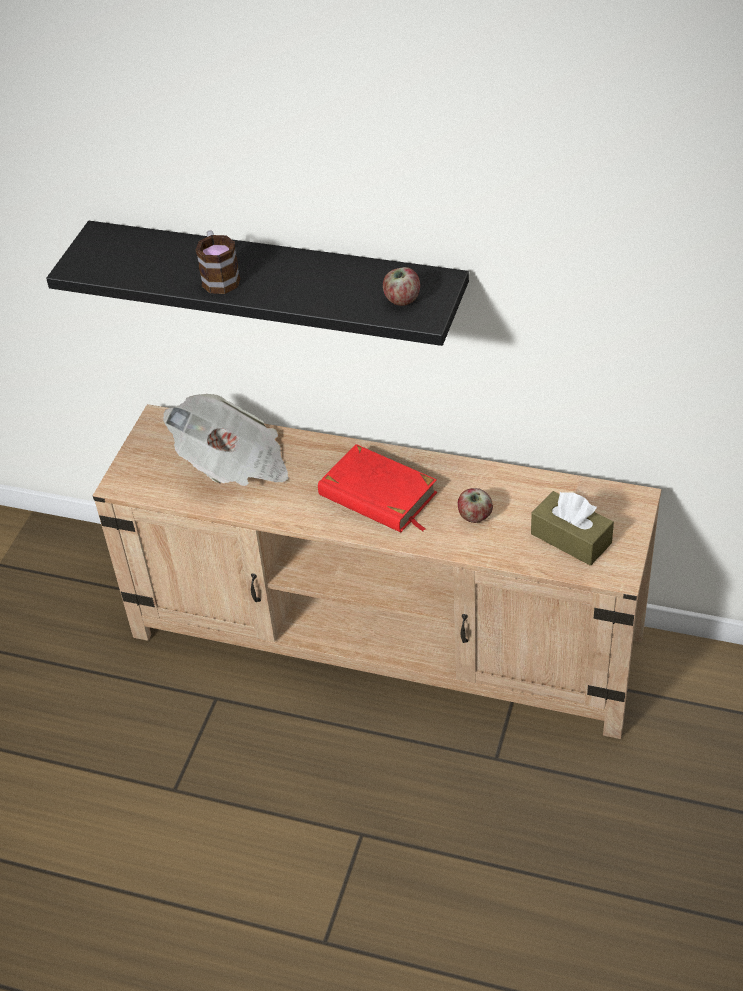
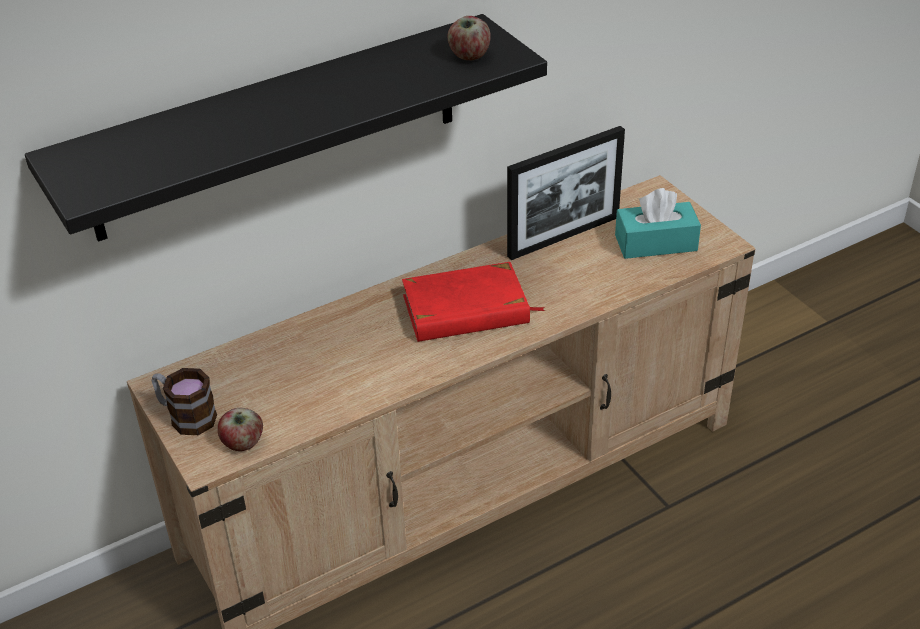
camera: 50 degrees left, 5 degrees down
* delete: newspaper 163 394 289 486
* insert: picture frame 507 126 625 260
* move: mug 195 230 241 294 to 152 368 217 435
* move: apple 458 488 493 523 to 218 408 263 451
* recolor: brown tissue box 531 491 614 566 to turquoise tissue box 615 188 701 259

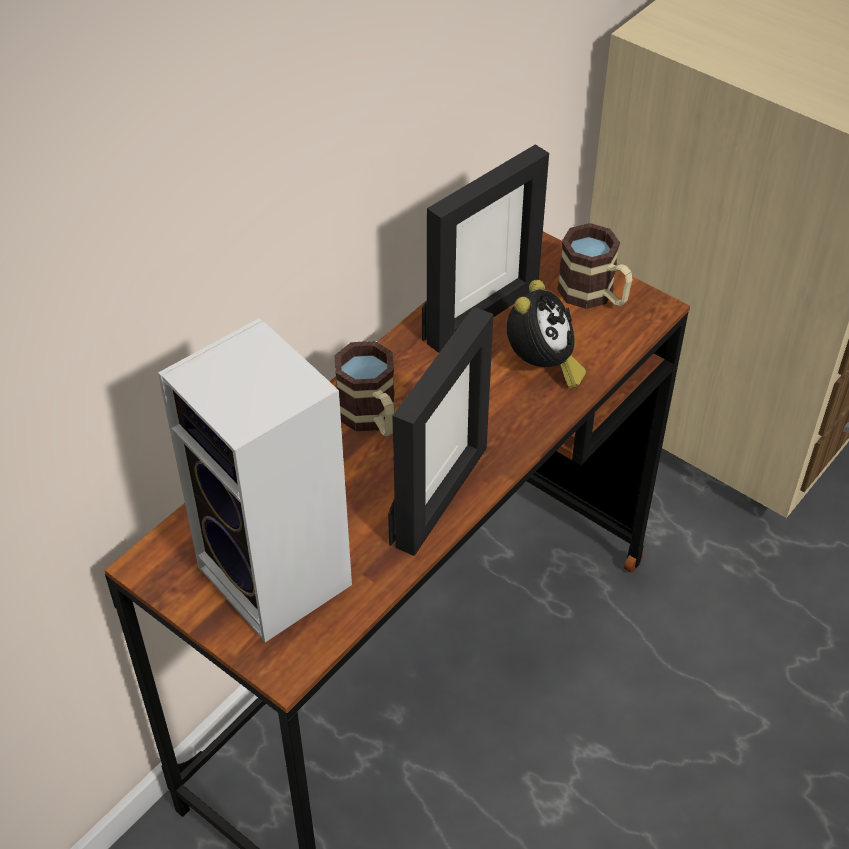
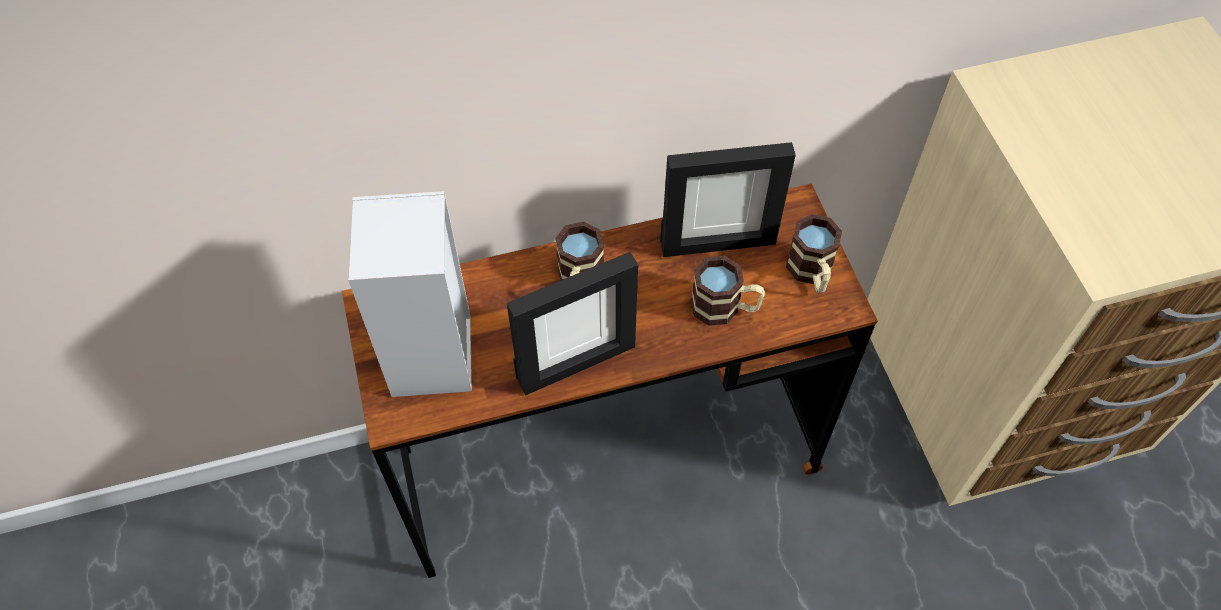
camera: 35 degrees right, 10 degrees up
* replace: alarm clock 507 280 586 388 to mug 691 256 765 326

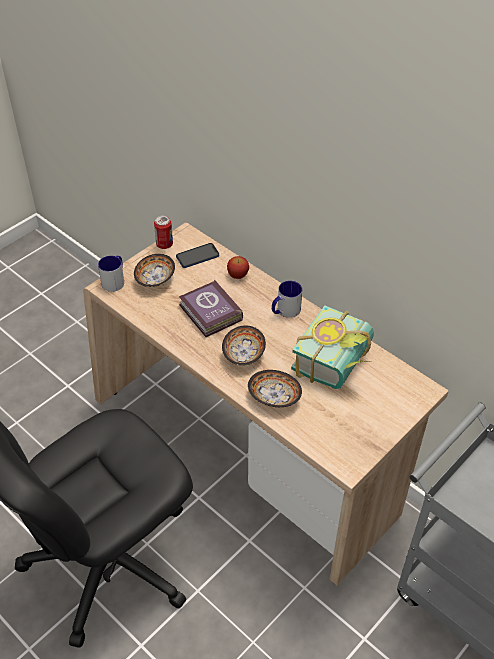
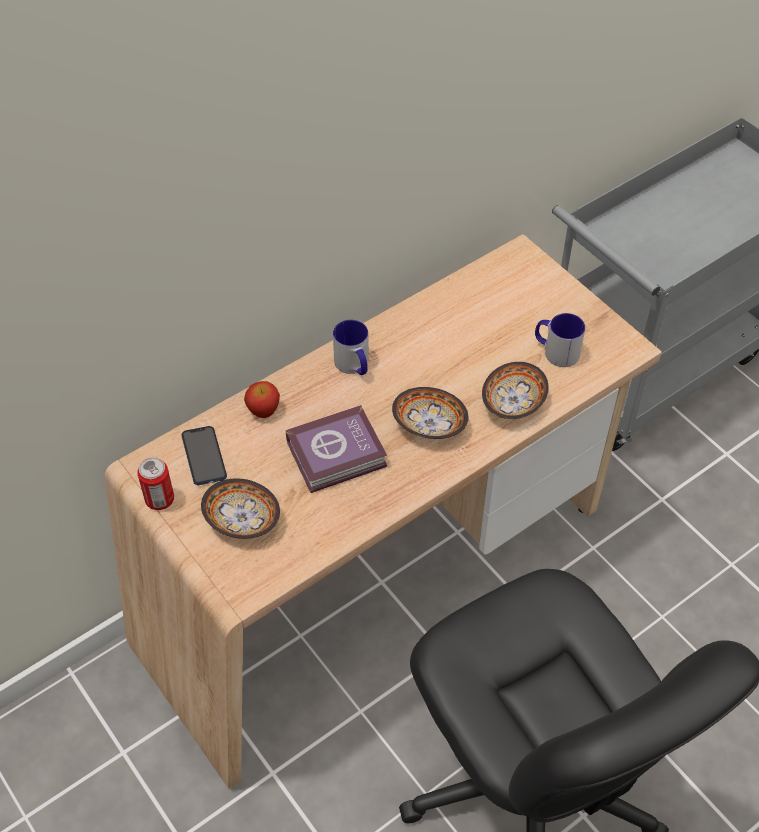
camera: 80 degrees left, 5 degrees up
* delete: book 291 305 374 389
* move: mug 98 256 124 292 to 535 313 585 367

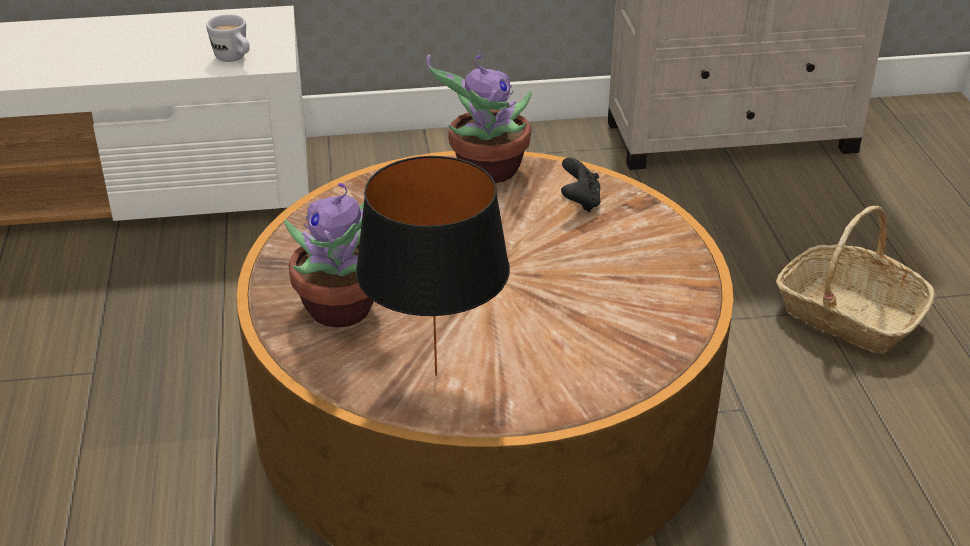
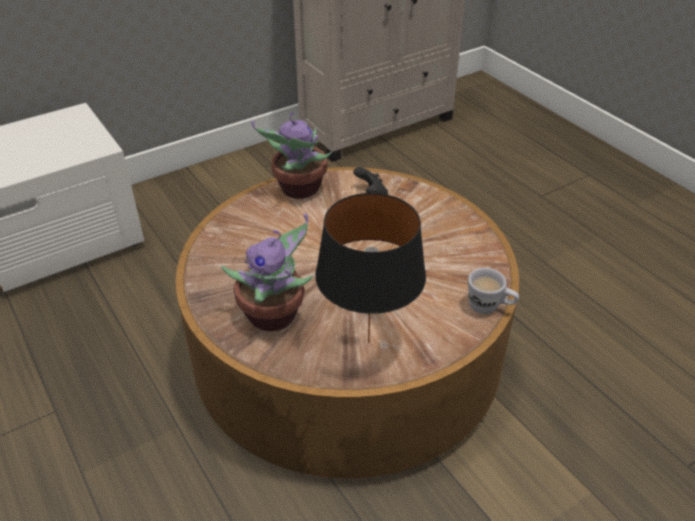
camera: 25 degrees left, 5 degrees up
* delete: basket 776 206 935 354
* move: white mug 206 14 250 62 to 468 268 519 314

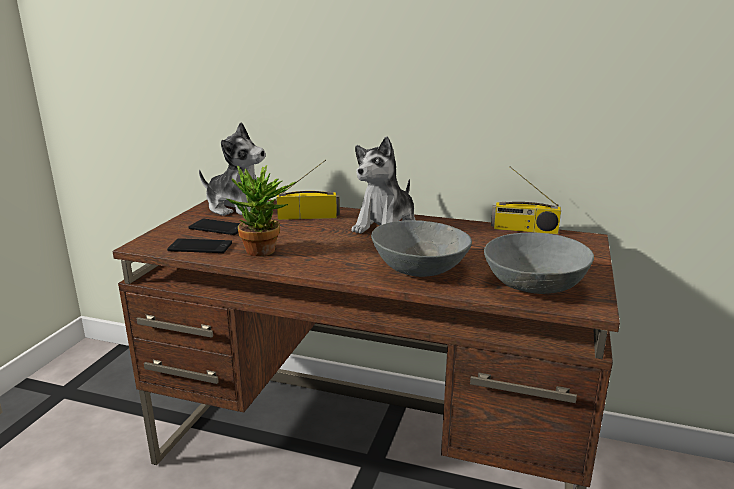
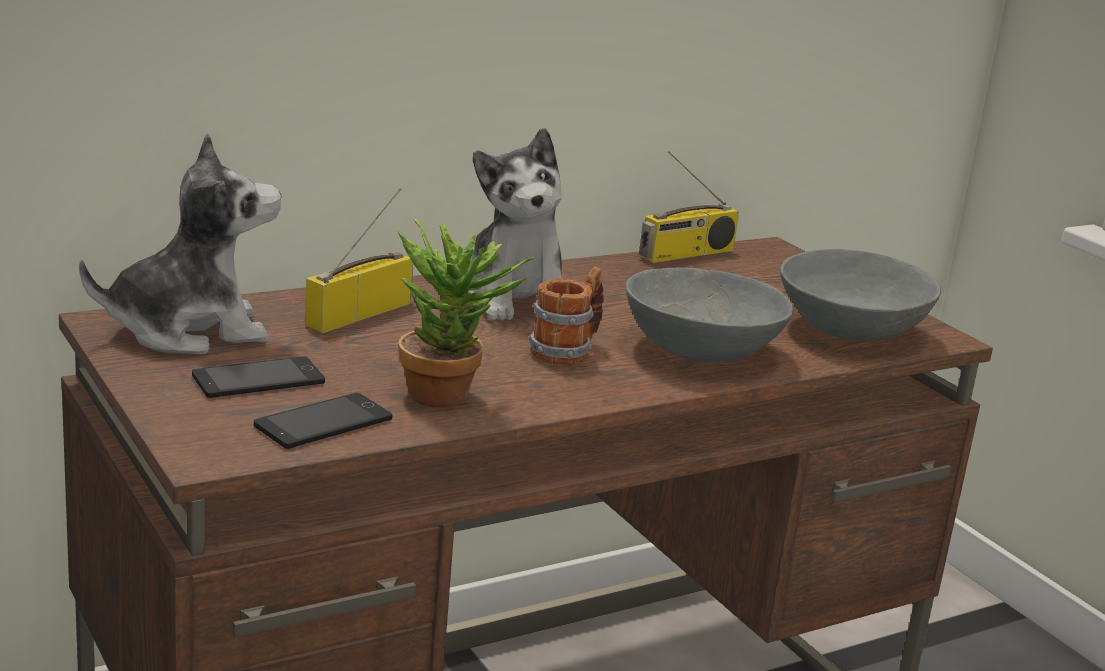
camera: 50 degrees left, 0 degrees up
* insert: mug 529 266 604 365

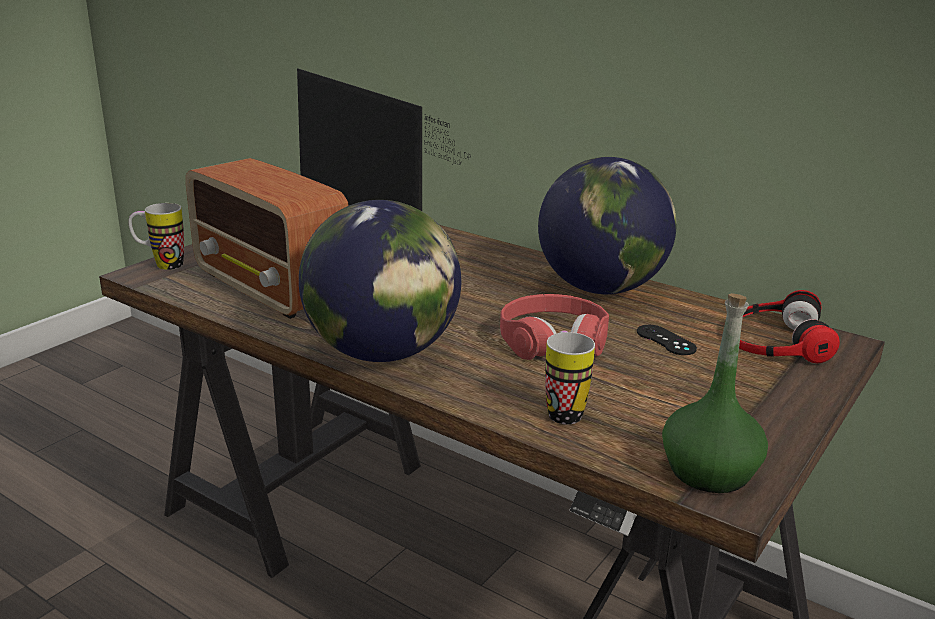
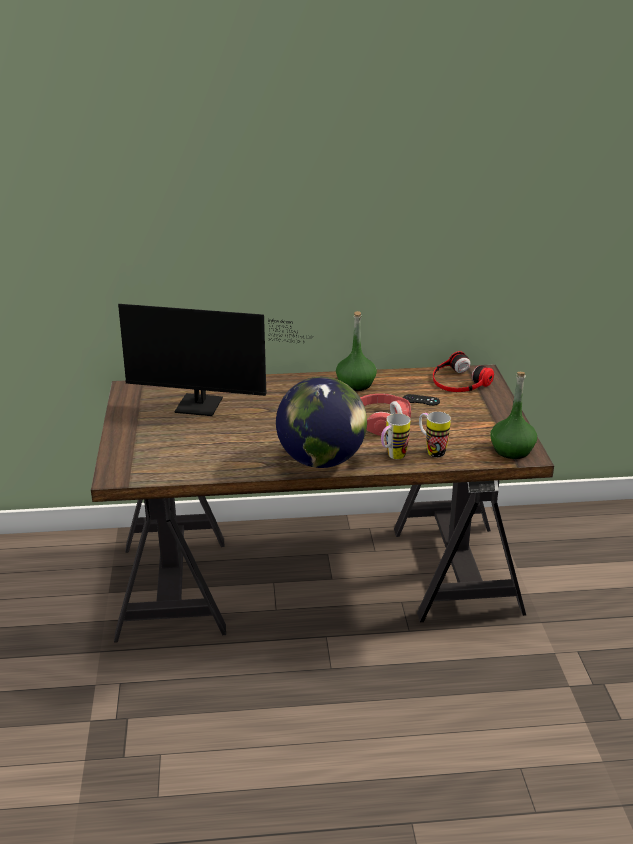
camera: 40 degrees left, 5 degrees up
* delete: radio 186 158 349 319
* move: mug 129 203 184 270 to 381 413 410 459
* replace: globe 538 157 677 294 to green bottle 336 311 377 391

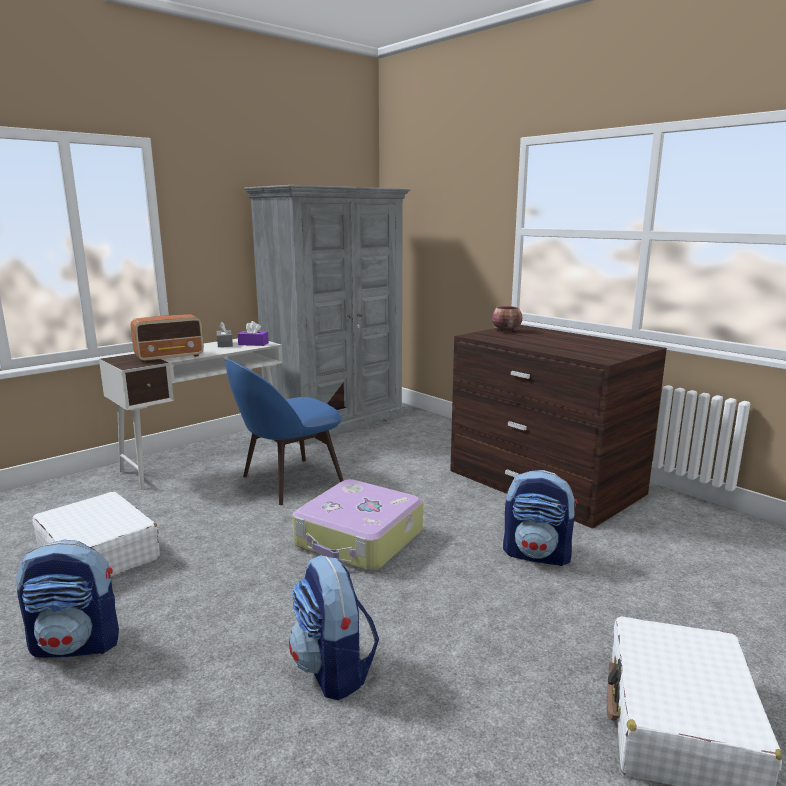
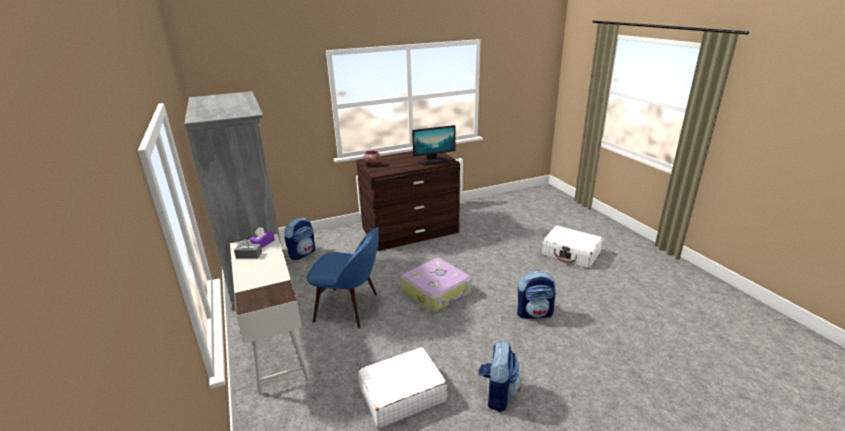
camera: 70 degrees left, 10 degrees up
* delete: radio 131 314 204 362
* insert: monitor 412 125 456 166
* move: backpack 503 470 578 566 to 284 217 315 260
* rotate: blue chair 225 359 344 505 = 306 227 379 328 60 degrees counterclockwise

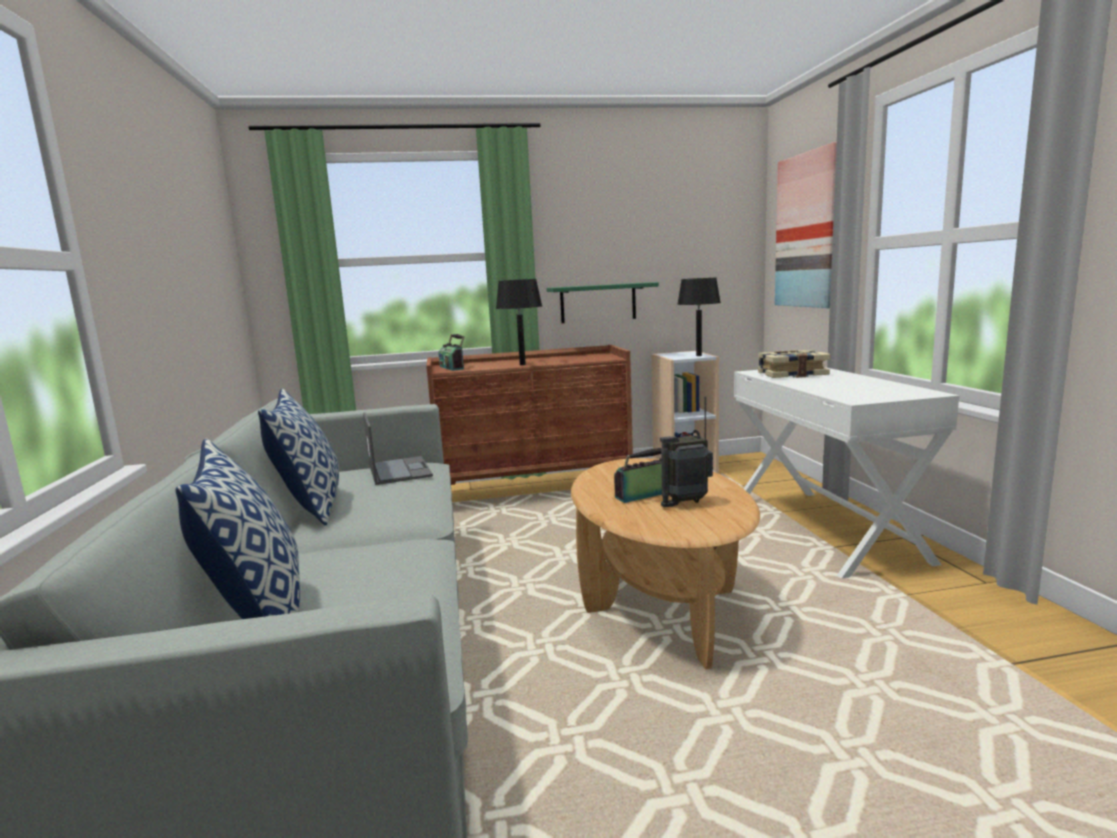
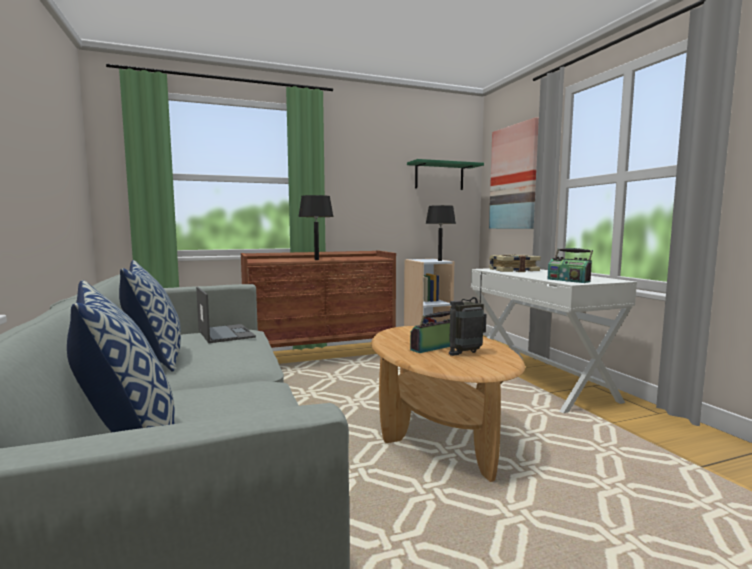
camera: 10 degrees left, 5 degrees down
* move: radio 438 334 465 371 to 548 248 593 283
* move: green shelf 547 282 659 323 to 407 159 484 190

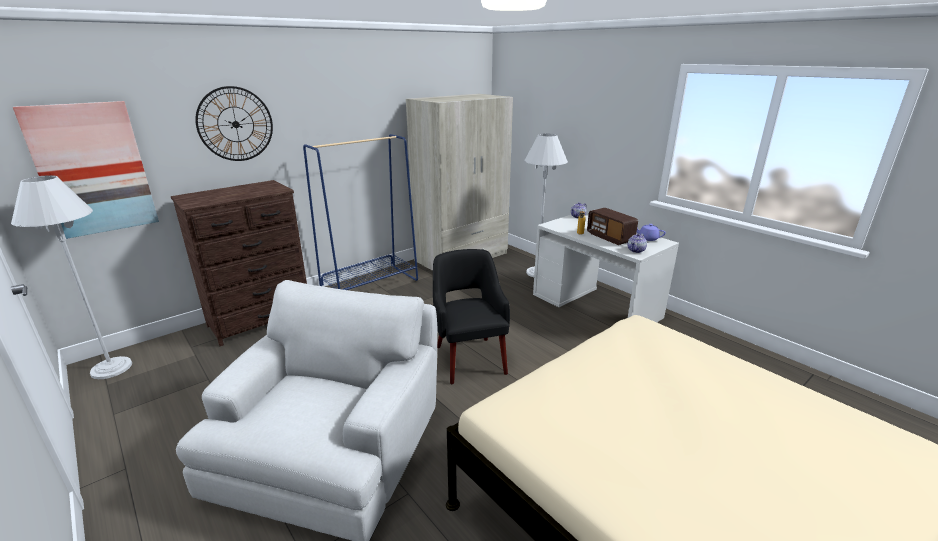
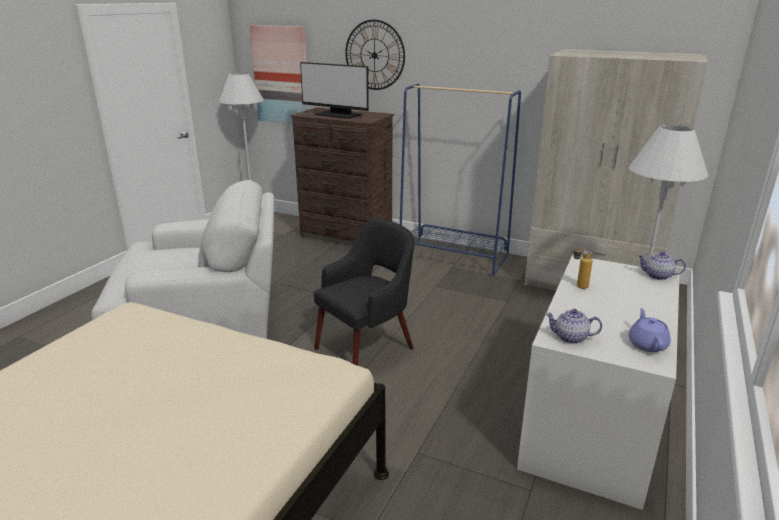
camera: 65 degrees right, 0 degrees up
* delete: radio 587 208 638 245
* insert: monitor 300 62 369 119

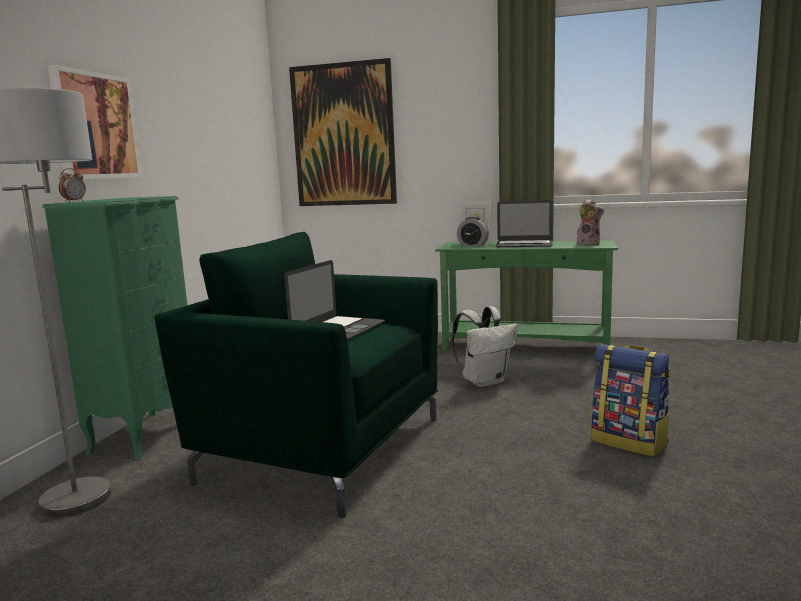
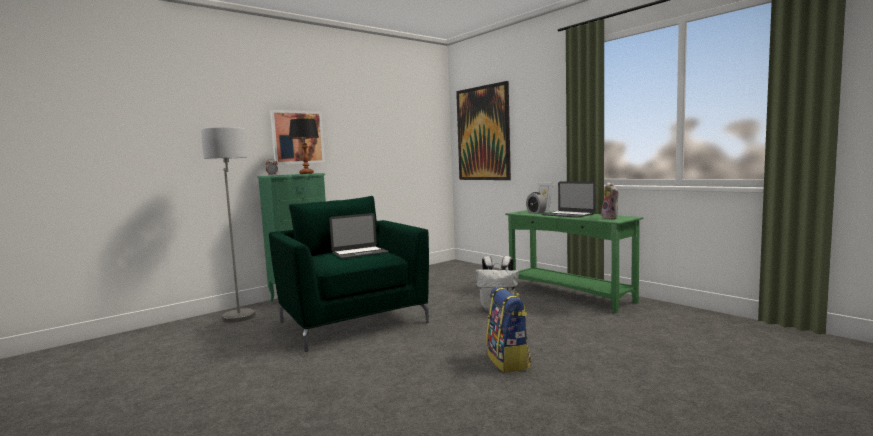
camera: 35 degrees right, 5 degrees down
* insert: table lamp 289 119 319 174

